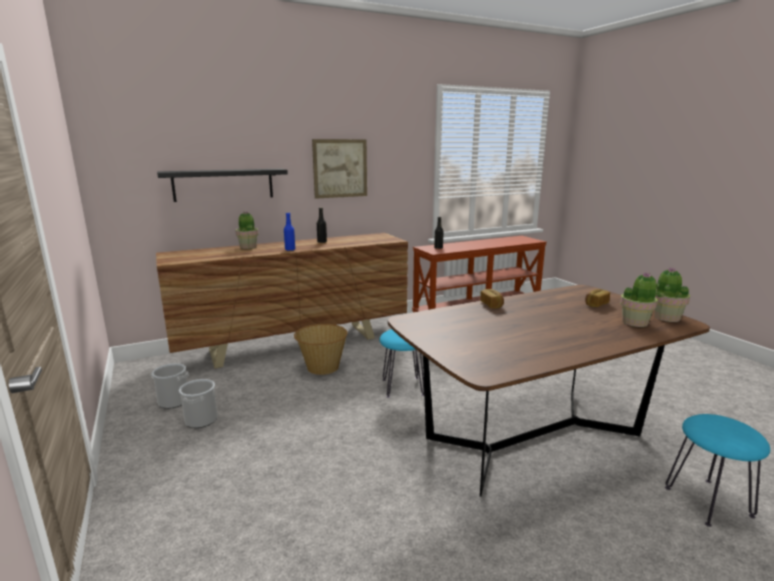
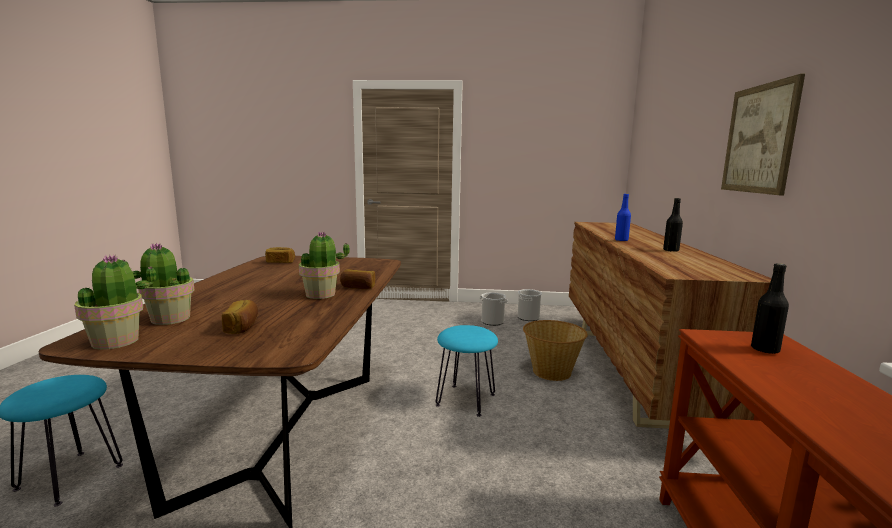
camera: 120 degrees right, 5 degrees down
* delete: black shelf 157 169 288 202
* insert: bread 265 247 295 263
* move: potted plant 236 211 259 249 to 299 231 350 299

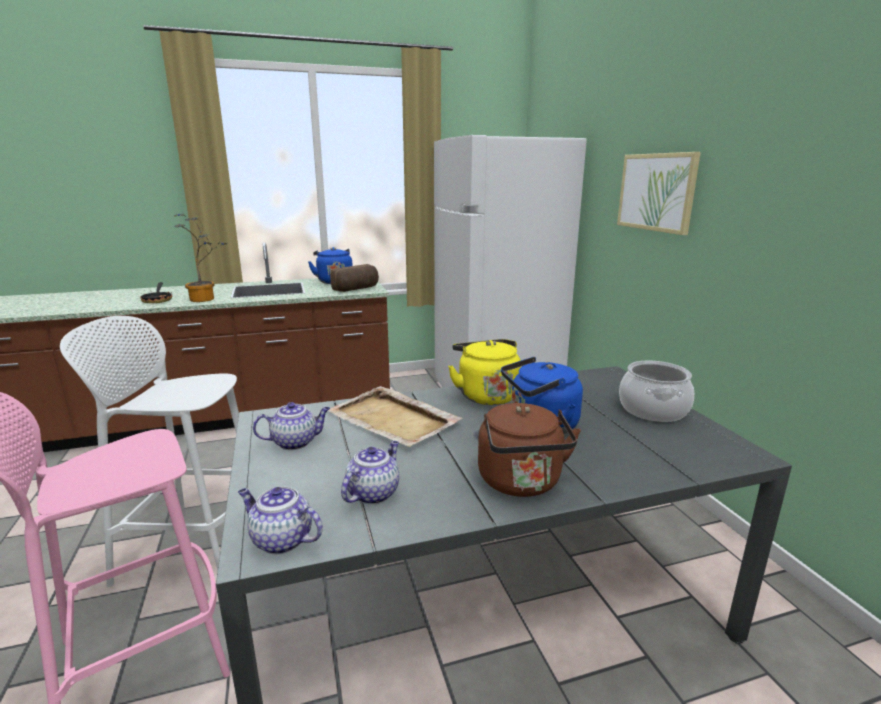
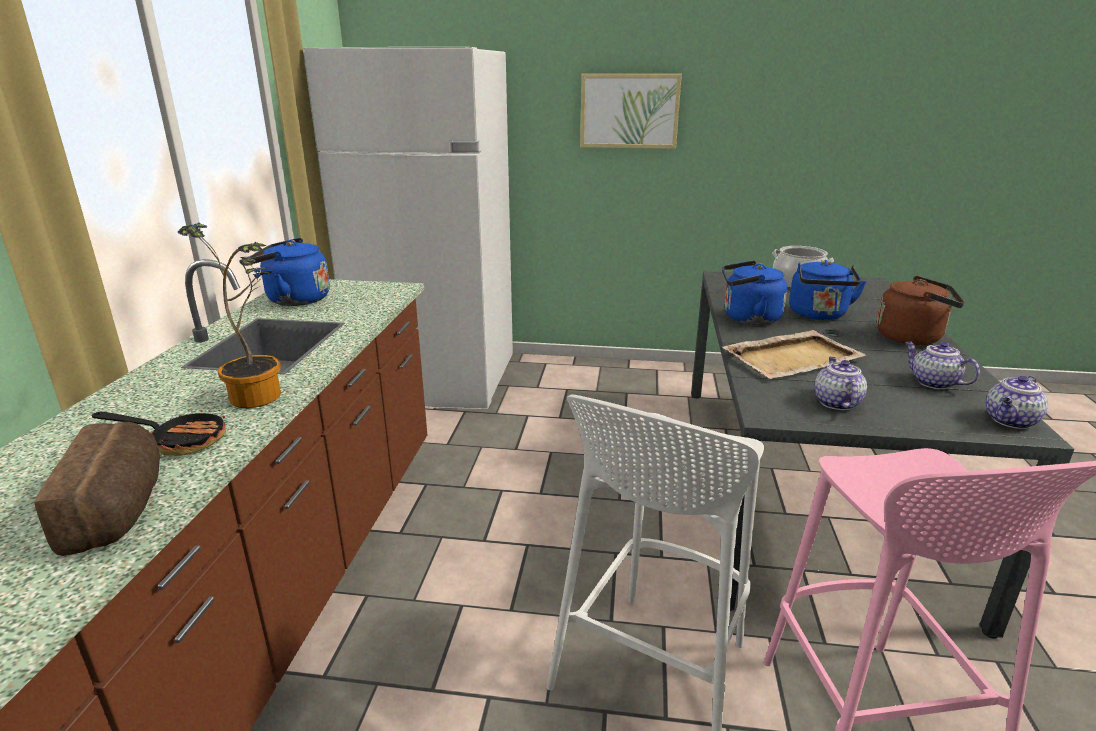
camera: 65 degrees left, 5 degrees up
* move: bread 330 264 379 292 to 35 422 160 556
* recolor: yellow kettle 448 339 521 405 to blue kettle 722 261 787 325

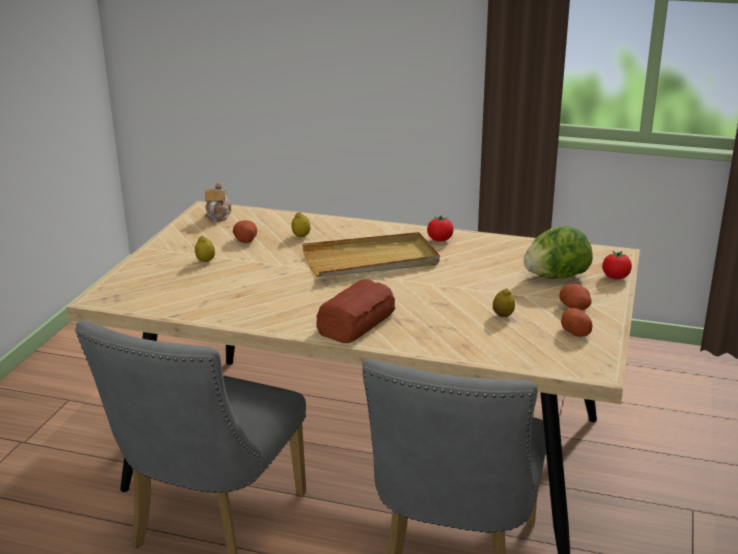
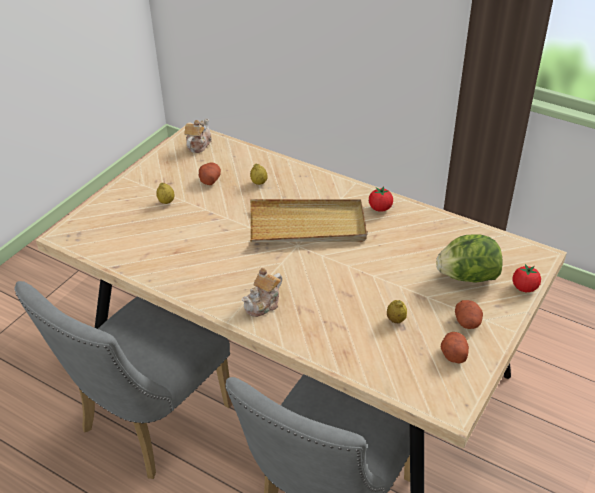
camera: 15 degrees right, 15 degrees up
* replace: bread 316 279 395 343 to teapot 242 268 282 317

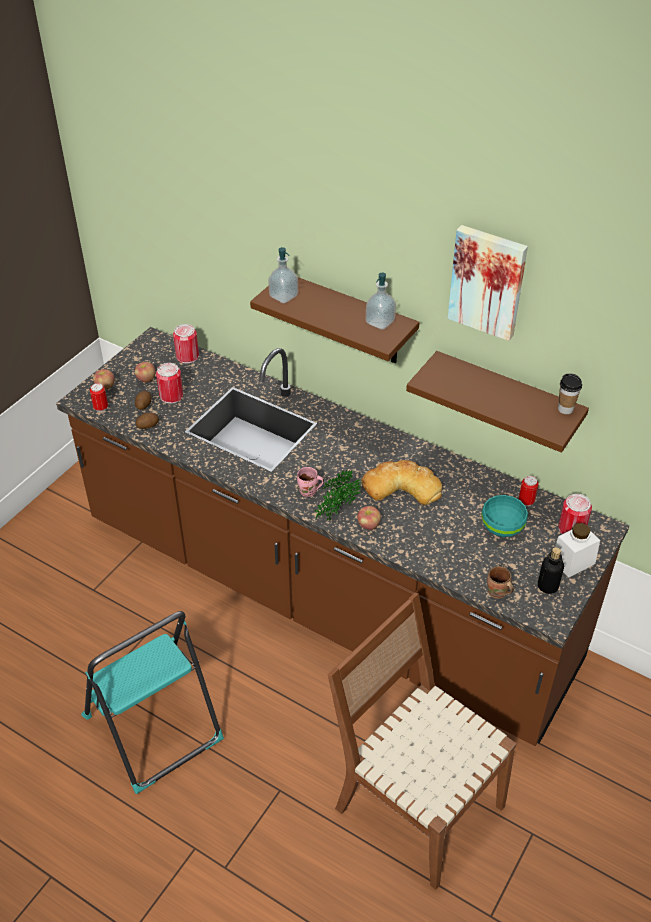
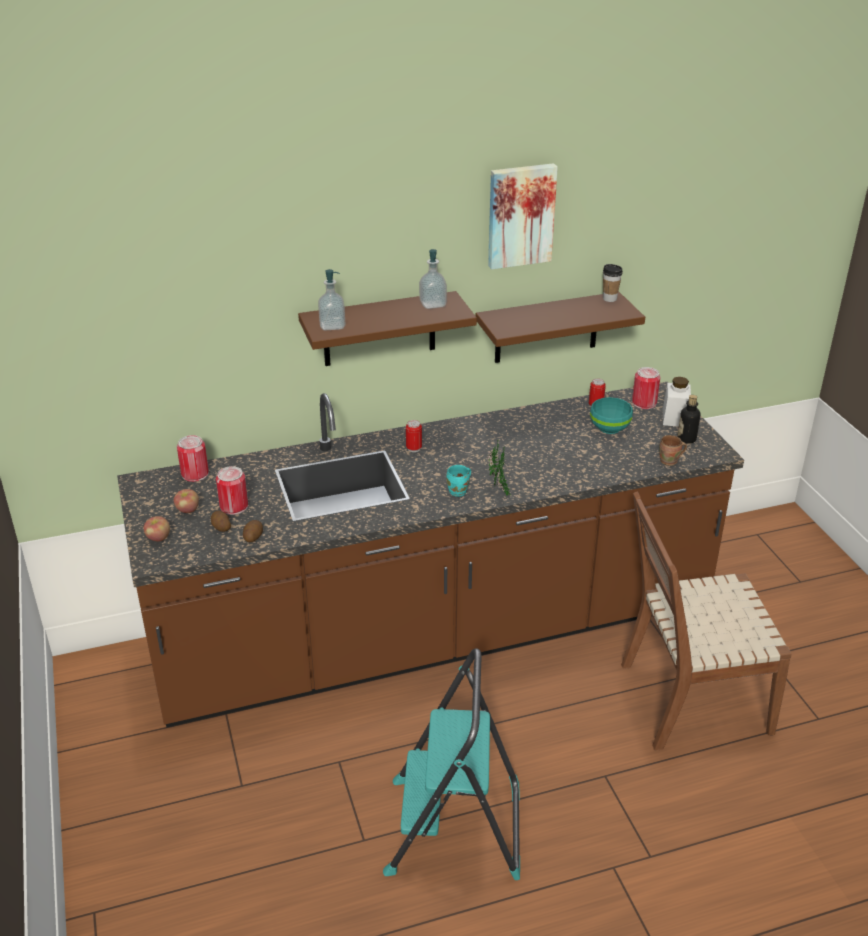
camera: 50 degrees left, 10 degrees down
* delete: apple 357 506 381 530
* delete: bread 361 460 442 505
* move: can 90 383 108 412 to 406 420 422 452
* recolor: pink mug 297 467 324 497 to turquoise mug 446 465 471 497

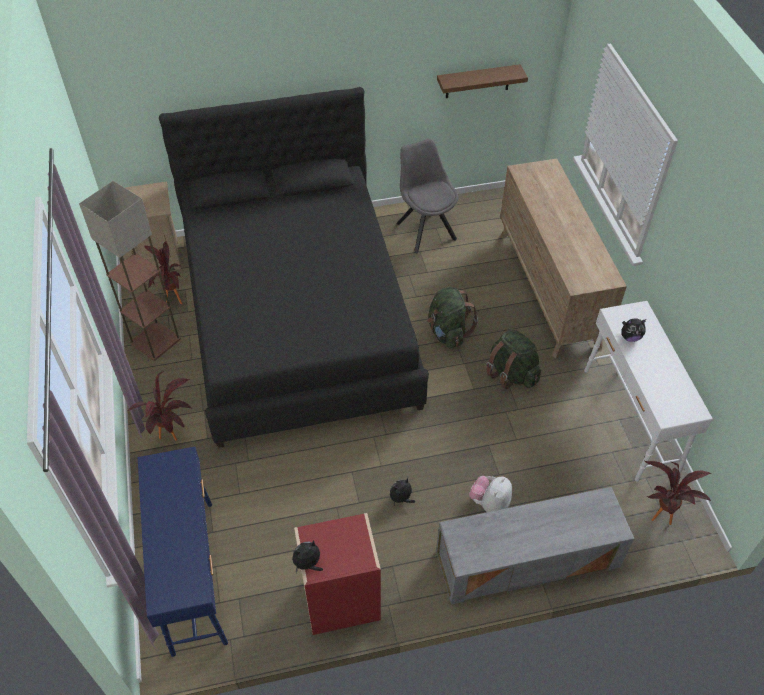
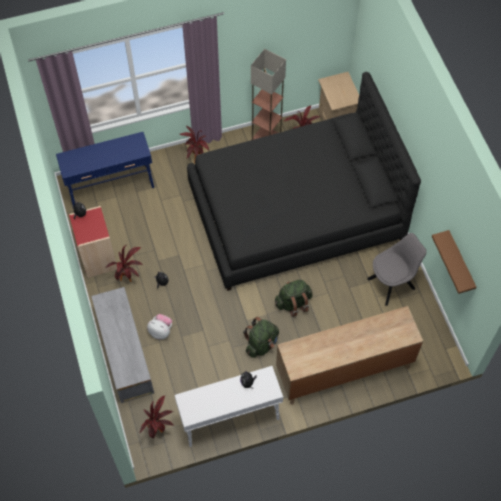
camera: 85 degrees right, 10 degrees up
* insert: potted plant 105 245 143 282

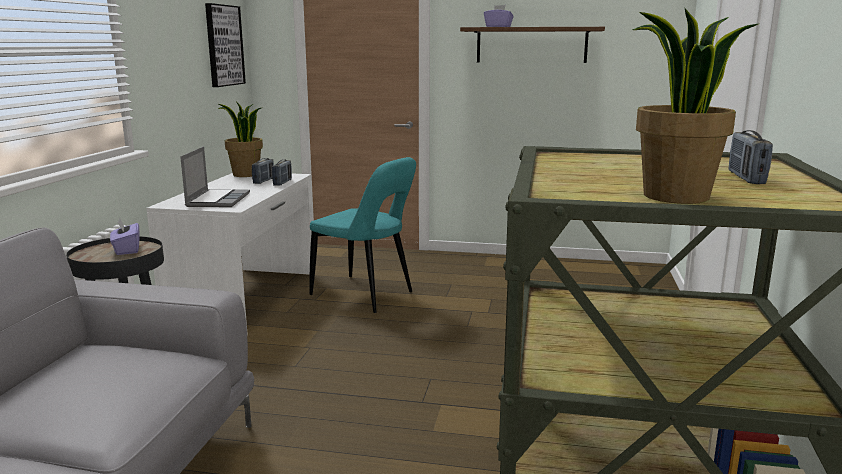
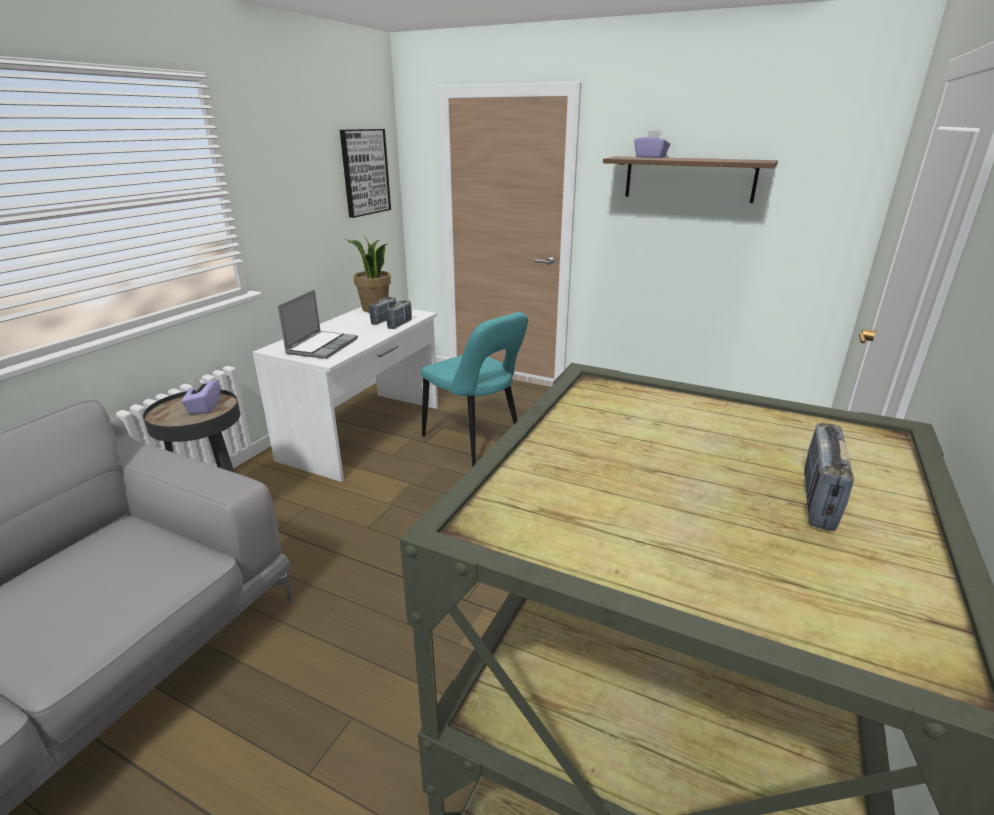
camera: 15 degrees right, 10 degrees up
* delete: potted plant 632 7 758 204

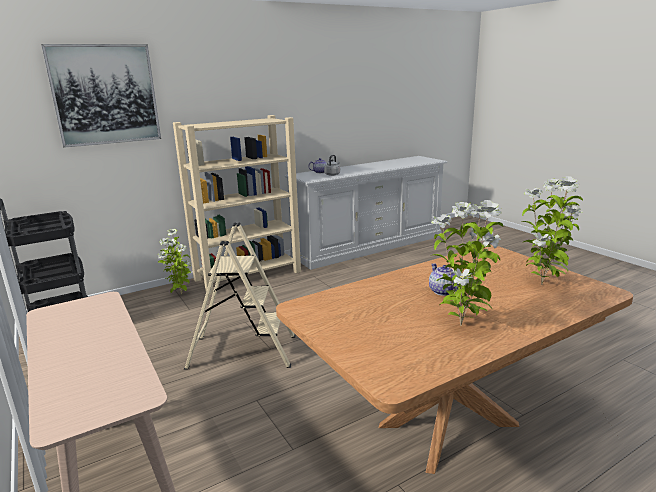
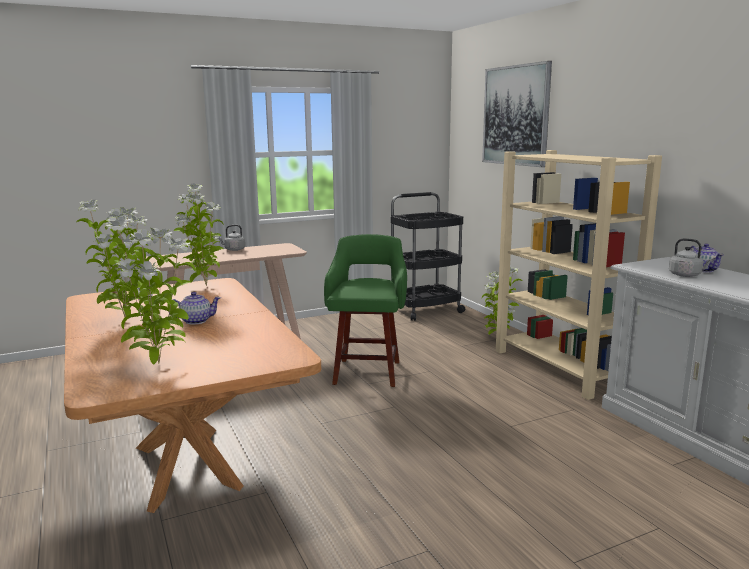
camera: 95 degrees right, 5 degrees down
* insert: potted plant 174 184 224 286
* insert: grey kettle 218 225 245 251
* replace: beige step ladder 184 222 296 370 to green stool 324 234 407 387

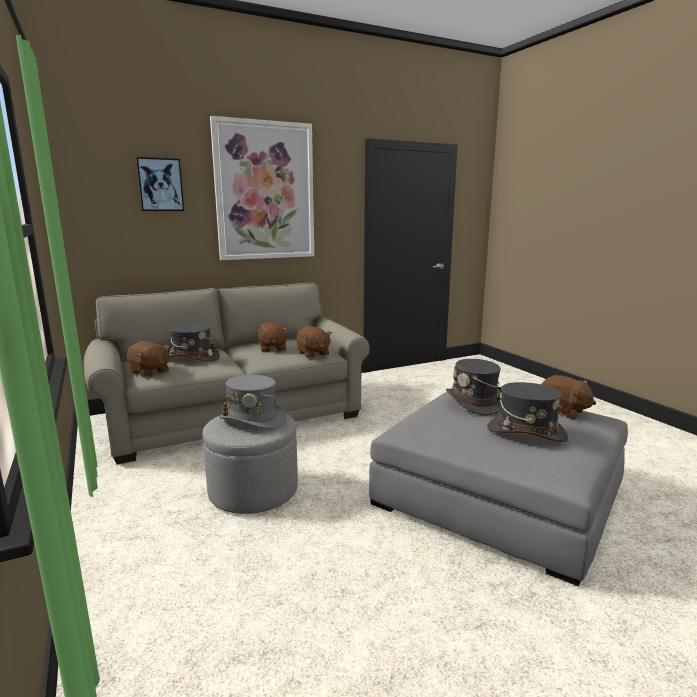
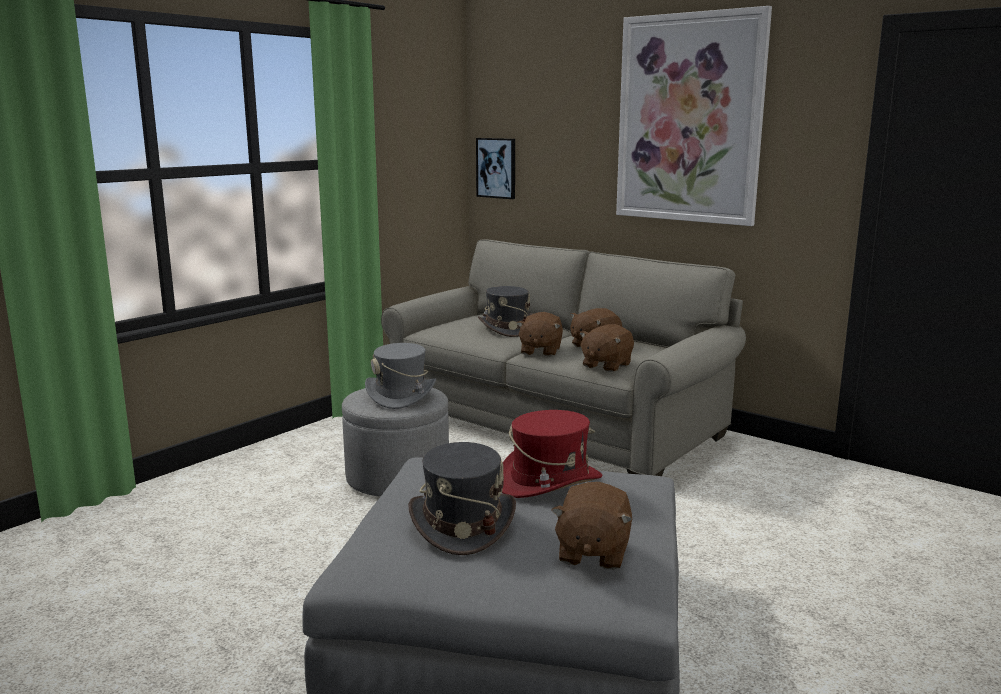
camera: 65 degrees right, 0 degrees up
* move: brown plush toy 127 341 170 377 to 516 312 563 356
* move: picture 136 157 184 211 to 476 138 515 199
* recolor: grey hat 446 359 502 415 to red hat 502 410 603 498

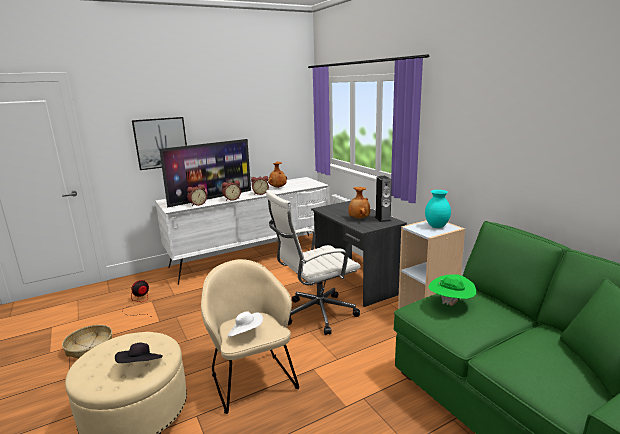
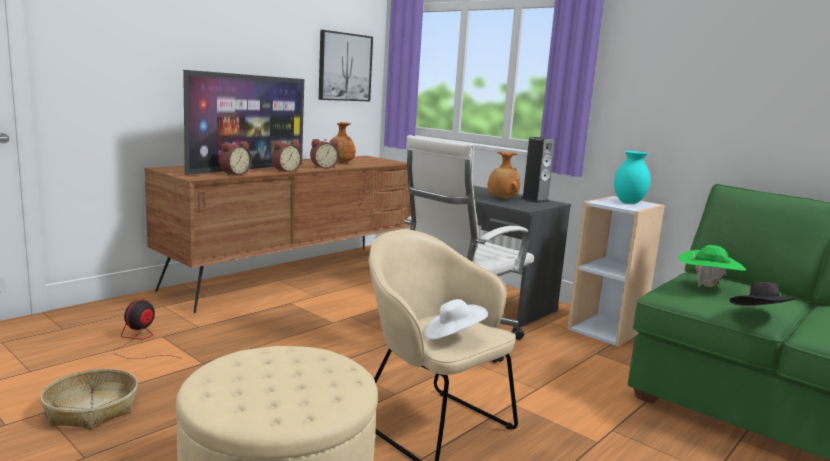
camera: 20 degrees left, 5 degrees down
* move: black hat 115 343 163 363 to 729 282 797 306
* move: picture 132 117 187 170 to 319 30 373 101
* recolor: white tv stand 155 177 330 285 to brown tv stand 145 156 411 313

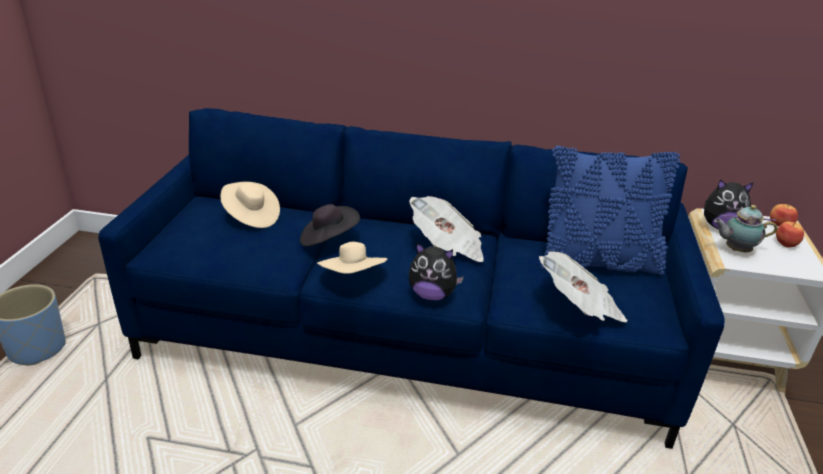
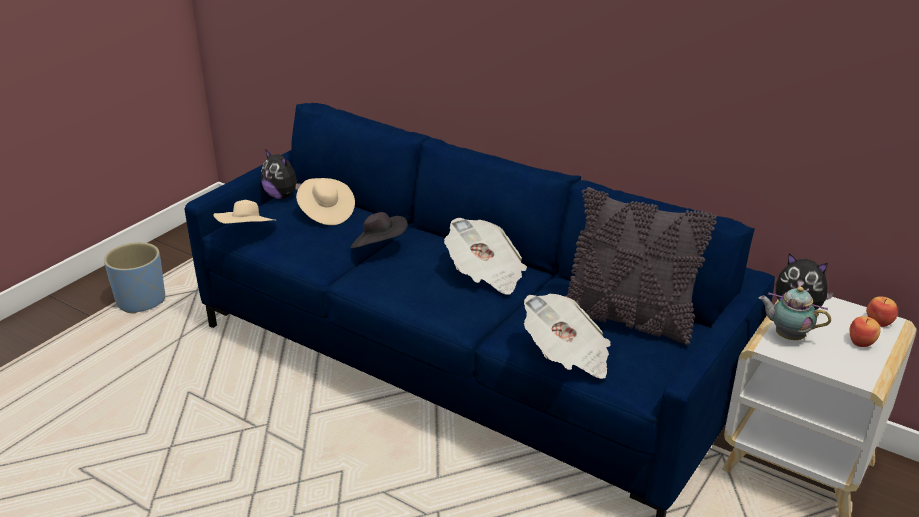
camera: 25 degrees right, 0 degrees up
* move: beige hat 317 242 387 274 to 213 200 277 224
* move: plush toy 409 243 464 301 to 261 149 301 199
* recolor: blue pillow 540 146 680 275 to black pillow 566 187 717 345

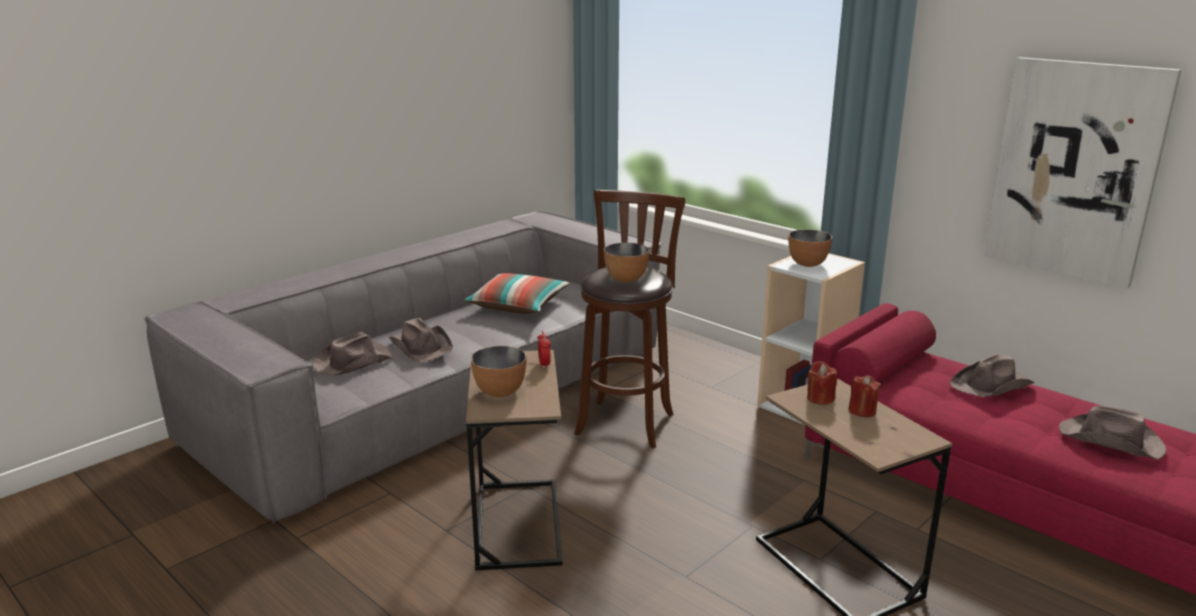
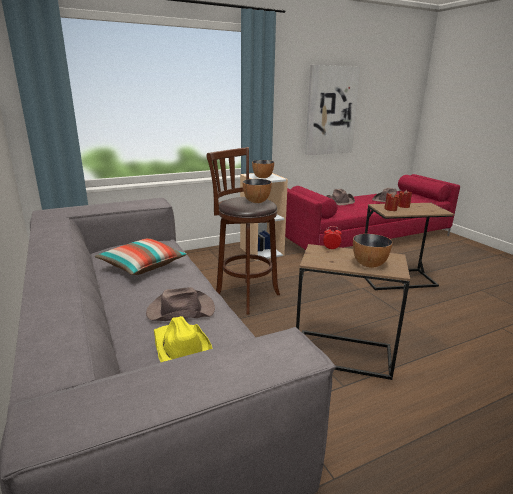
camera: 70 degrees left, 0 degrees up
* recolor: brown hat 312 332 394 376 to yellow hat 154 316 212 362

